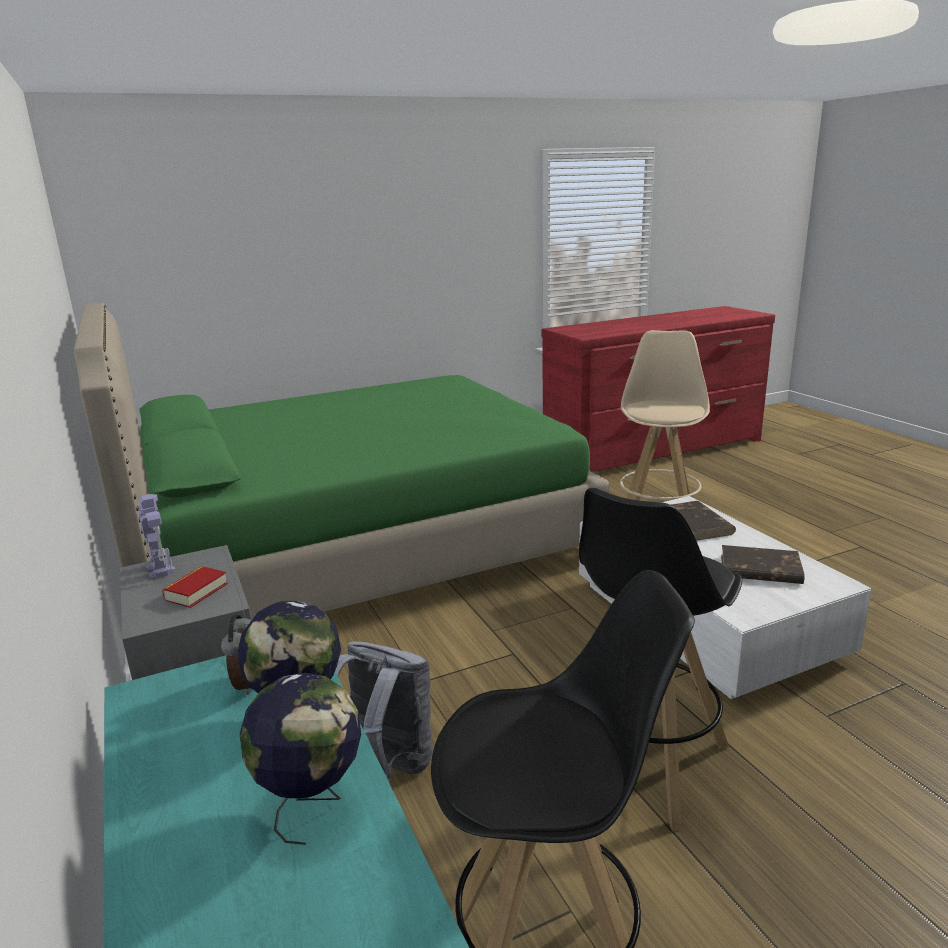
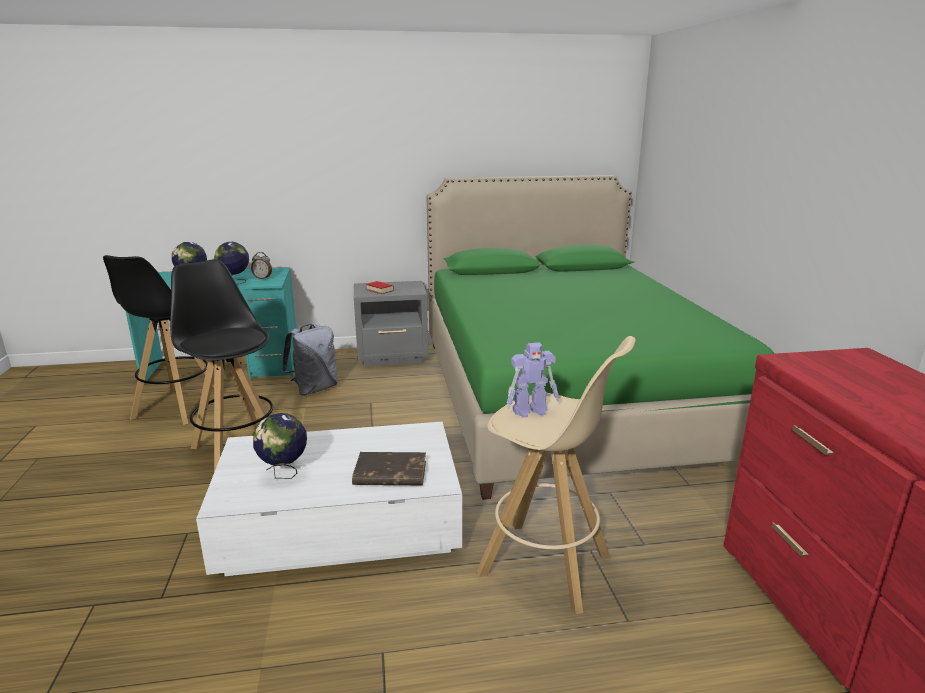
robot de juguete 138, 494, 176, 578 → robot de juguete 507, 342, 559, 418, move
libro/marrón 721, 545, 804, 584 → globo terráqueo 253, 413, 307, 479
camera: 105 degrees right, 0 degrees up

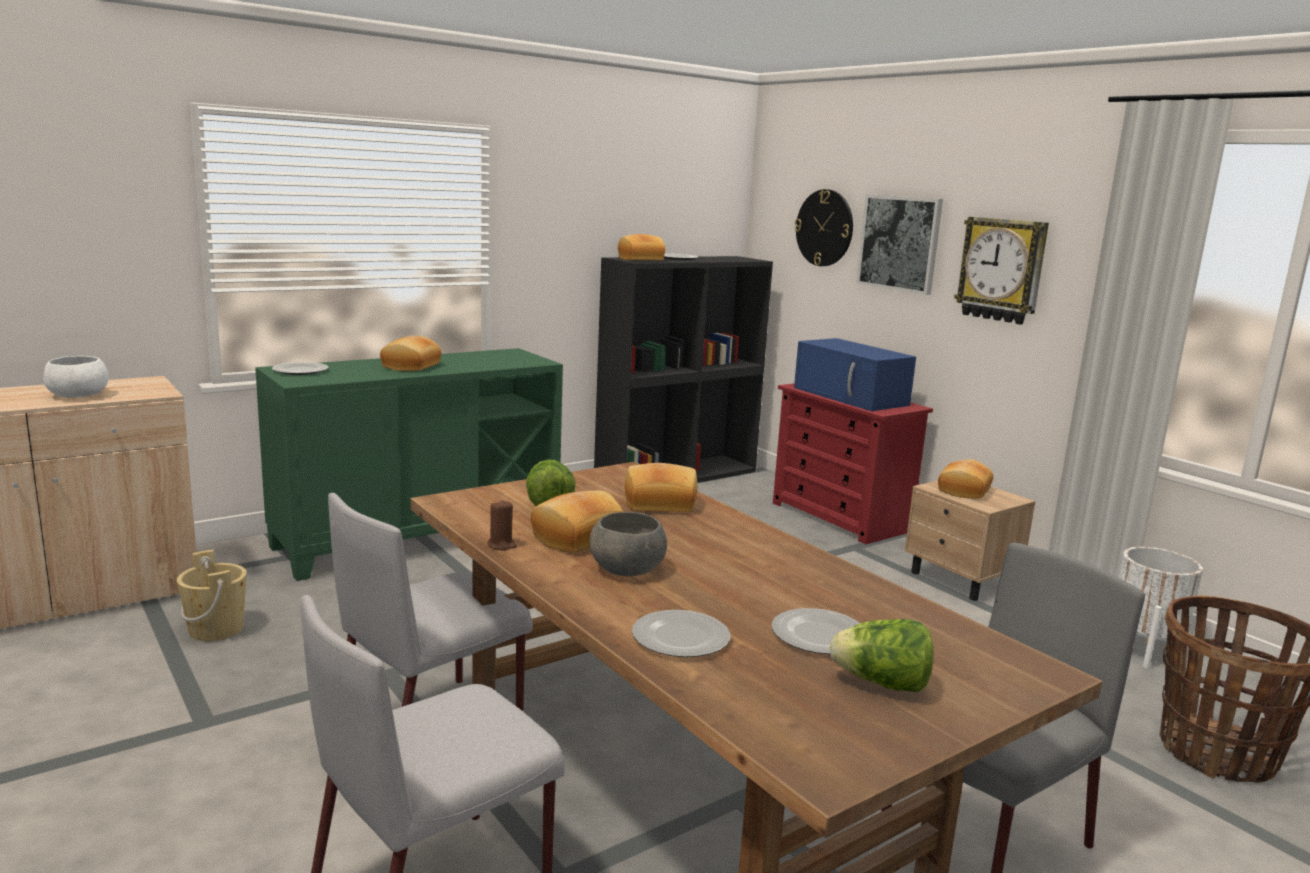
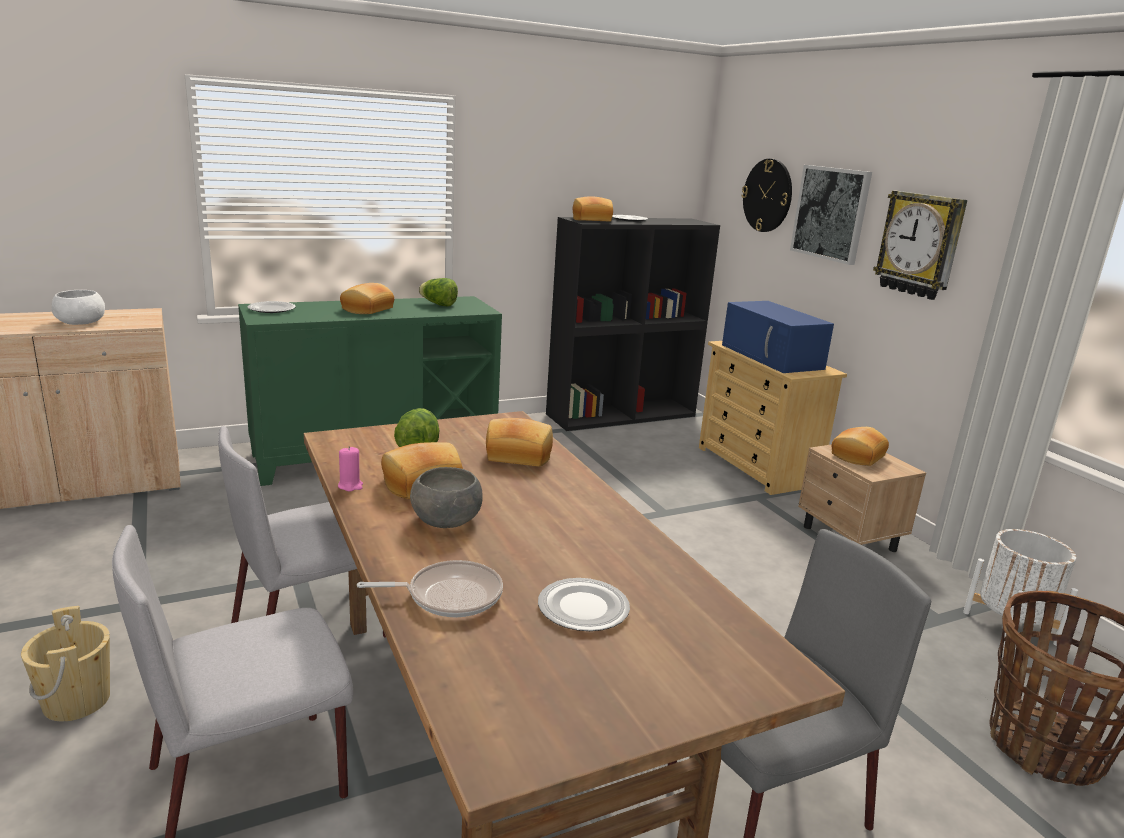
cubo/beis 177, 550, 247, 641 → cubo/beis 21, 606, 110, 721, move
lechuga 830, 619, 934, 692 → lechuga 419, 278, 458, 306, move
plato 632, 610, 730, 657 → sartén 357, 560, 503, 617
vela/marrón 488, 500, 517, 551 → vela/rosa 338, 446, 363, 492
cómoda/rojo 773, 383, 933, 544 → cómoda/beis 699, 341, 847, 495
camera: 10 degrees right, 5 degrees up

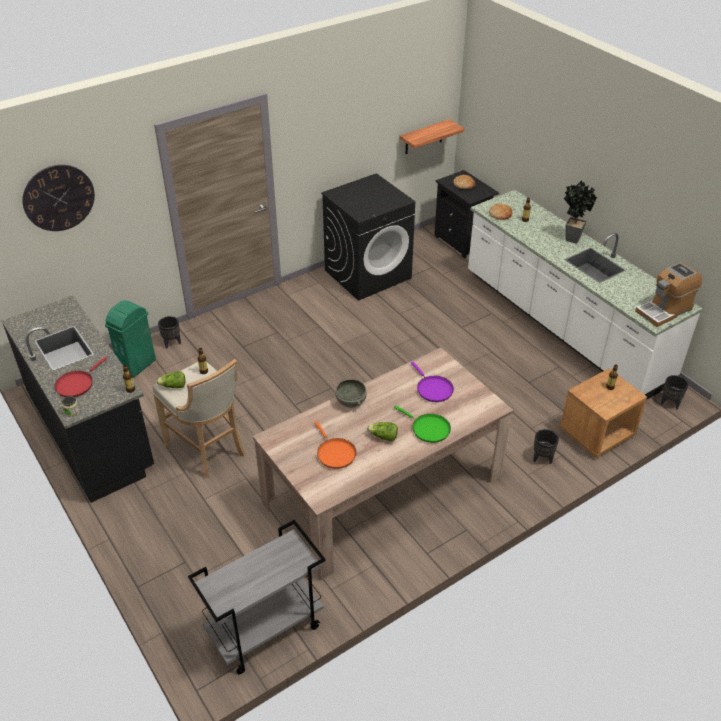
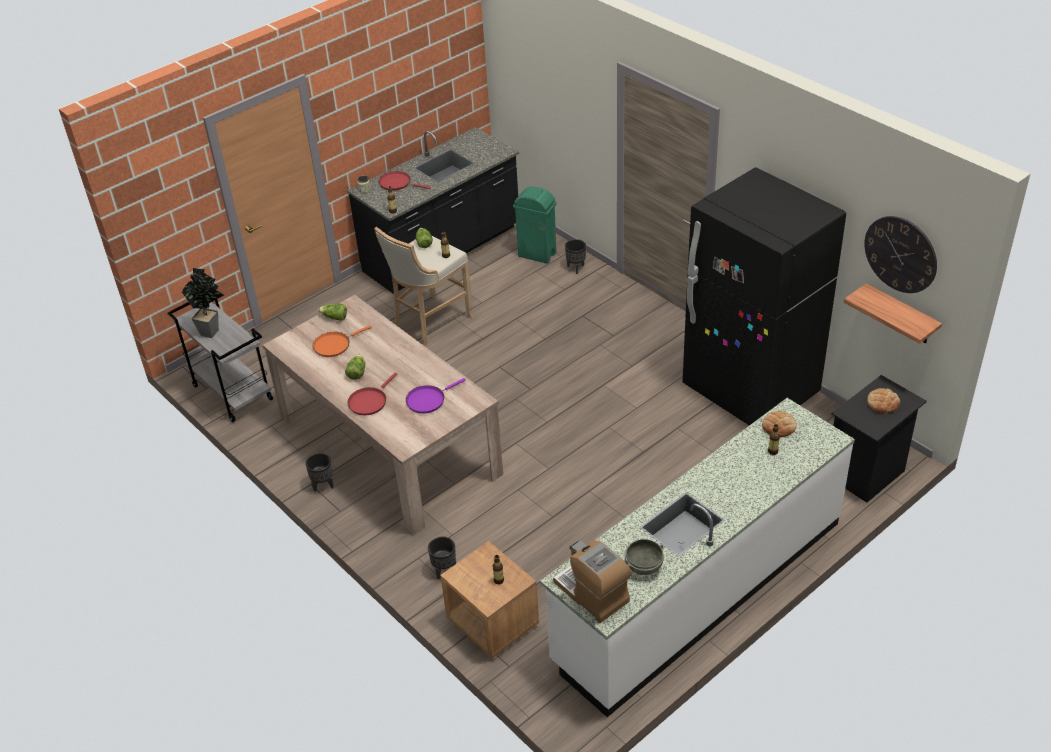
- → lechuga 318, 303, 347, 321
reloj de pared 23, 165, 95, 231 → reloj de pared 864, 216, 937, 293, move
cuenco/gris 335, 379, 367, 408 → cuenco/gris 625, 539, 664, 575, move
planta en maceta 564, 180, 597, 244 → planta en maceta 182, 268, 224, 338, move
maceta/negro 661, 375, 688, 409 → maceta/negro 305, 453, 334, 491, move
lavadora/negro 321, 173, 415, 301 → nevera/negro 682, 167, 846, 425
sartén/verde 394, 405, 451, 443 → sartén/rojo 347, 373, 398, 415
camera: 85 degrees right, 0 degrees up

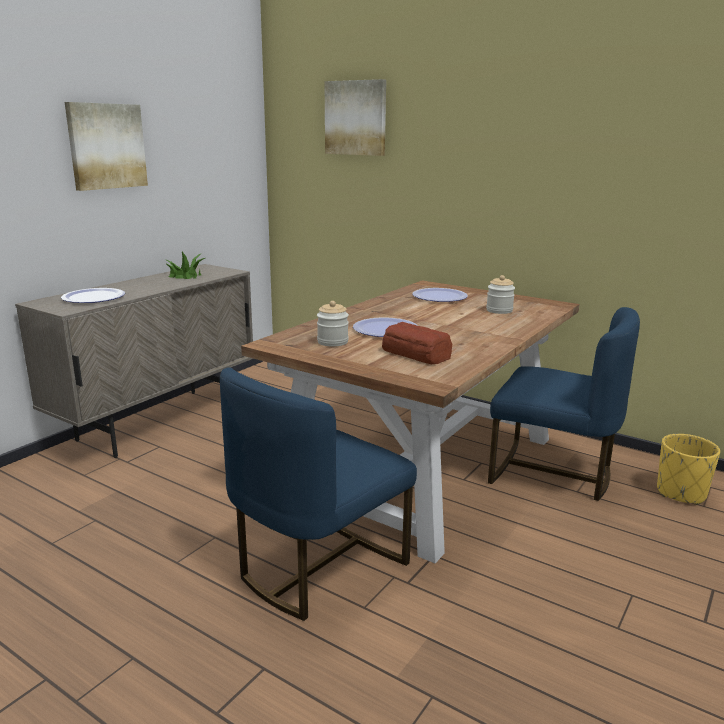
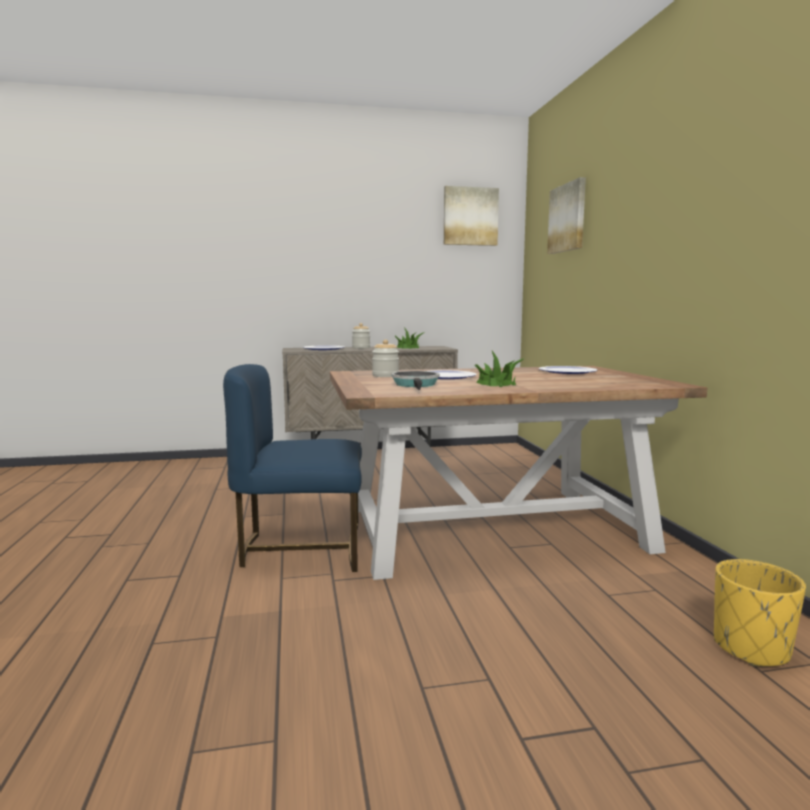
silla/azul 488, 307, 640, 501 → -
- → planta en maceta 475, 351, 525, 387
cuadro 65, 102, 148, 191 → cuadro 444, 186, 499, 246, move
tarro 486, 275, 515, 314 → tarro 352, 323, 370, 349, move
pan 382, 322, 452, 364 → sartén 392, 371, 439, 390
camera: 45 degrees right, 10 degrees down

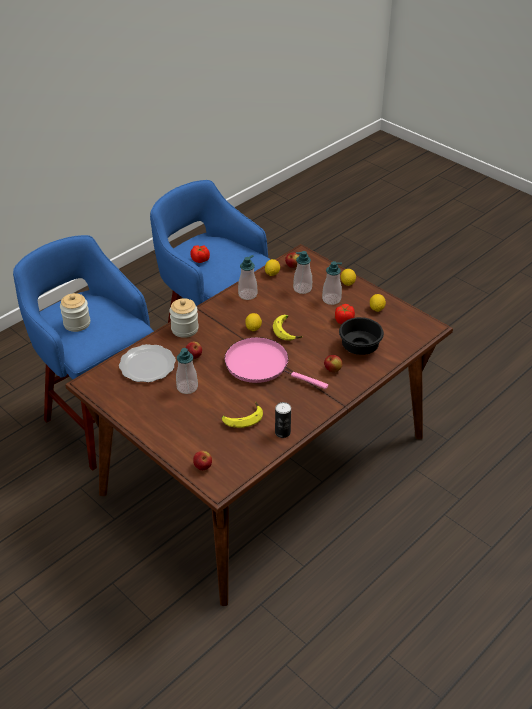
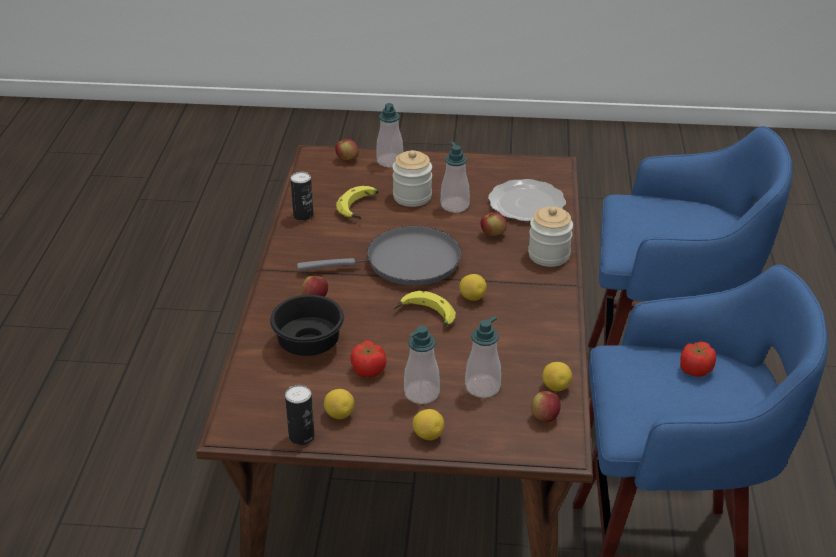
- → lata 285, 385, 315, 445
tarro 60, 293, 90, 332 → tarro 393, 150, 432, 207, move
dispensador de jabón 238, 255, 257, 300 → dispensador de jabón 376, 103, 403, 168, move
sartén/rosa 224, 337, 328, 389 → sartén/gris 297, 226, 461, 285
camera: 140 degrees right, 5 degrees down

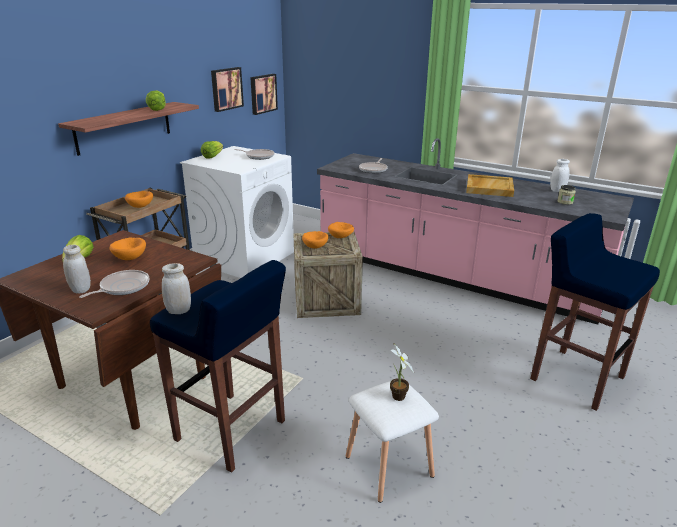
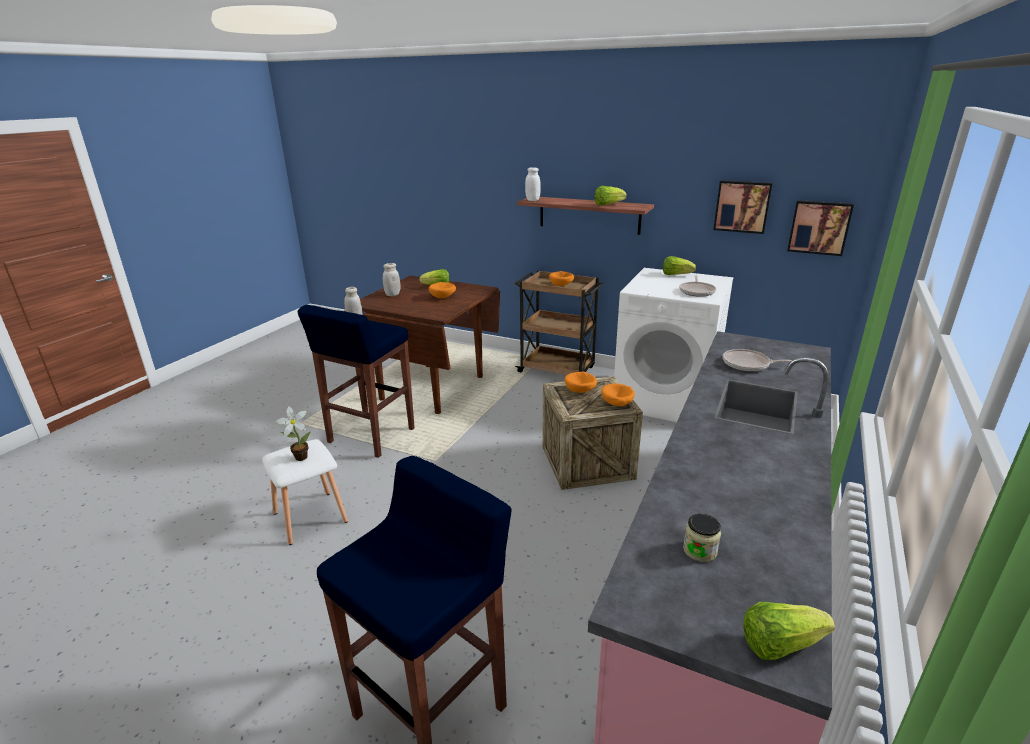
sartén 79, 270, 149, 298 → -
bandeja/beis 466, 174, 514, 197 → -
- → lechuga 743, 602, 835, 660
tarro/blanco 550, 159, 570, 192 → tarro/blanco 525, 167, 541, 201, move
camera: 85 degrees right, 0 degrees up

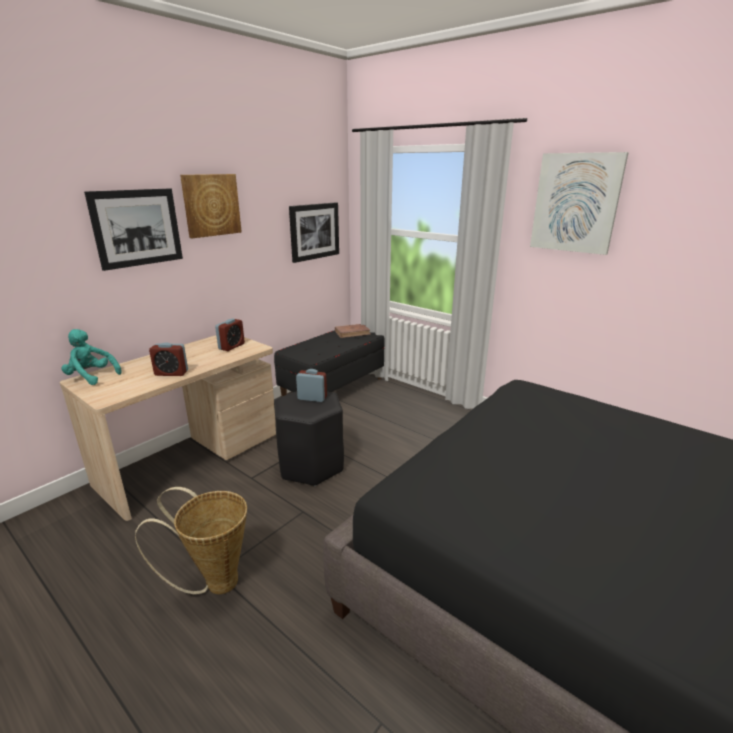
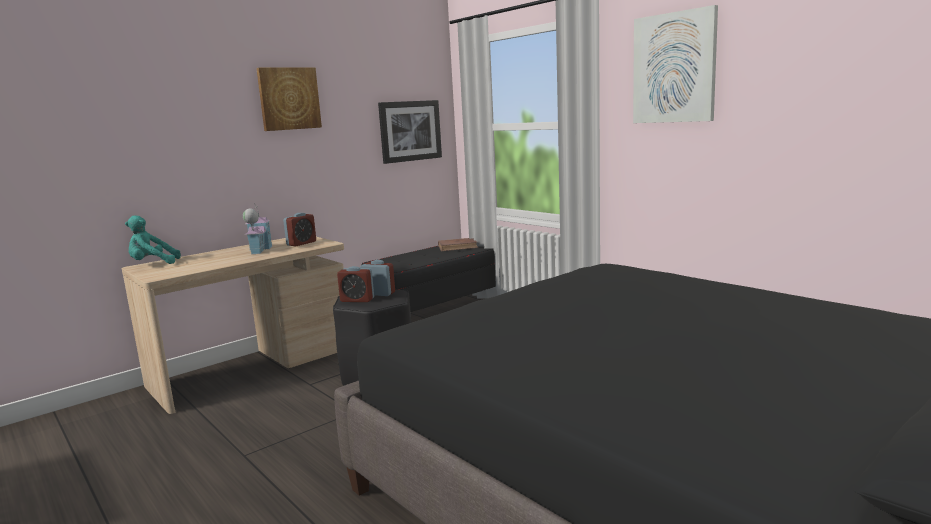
cuadro 84, 188, 183, 271 → -
cesta 135, 487, 247, 594 → -
- → casita 243, 203, 272, 254
despertador 149, 342, 188, 376 → despertador 337, 266, 374, 302, move
peluche/turquesa 61, 329, 122, 385 → peluche/turquesa 125, 215, 181, 264, 45 degrees counterclockwise
camera: 10 degrees right, 10 degrees down

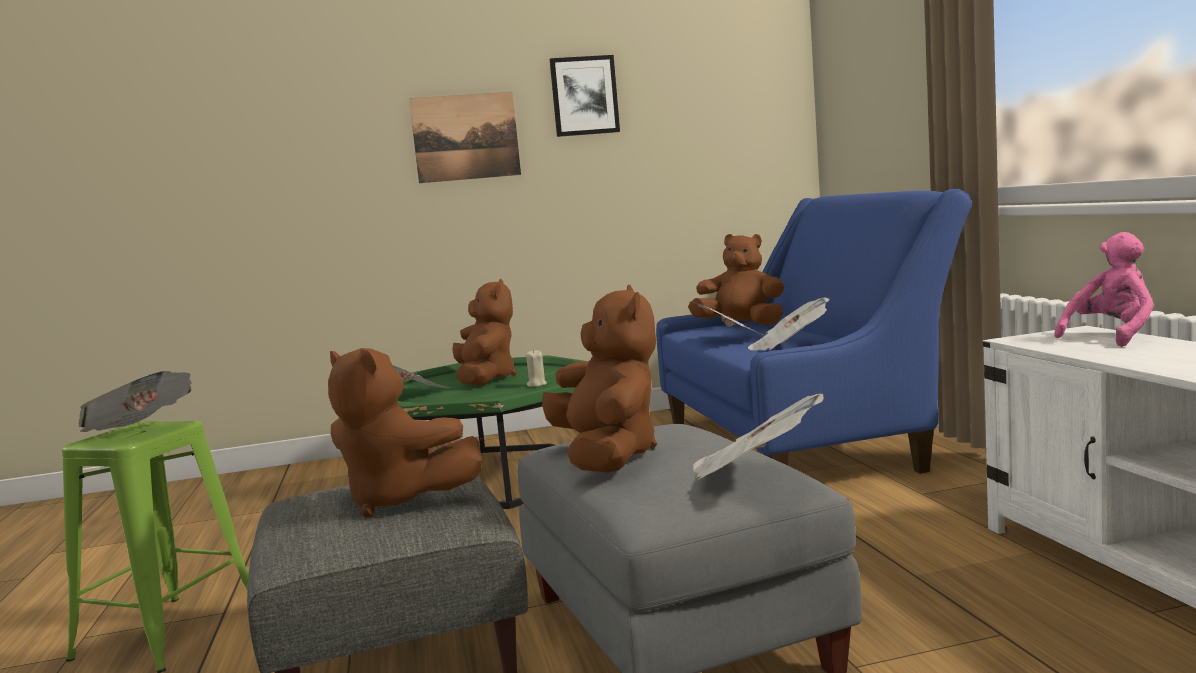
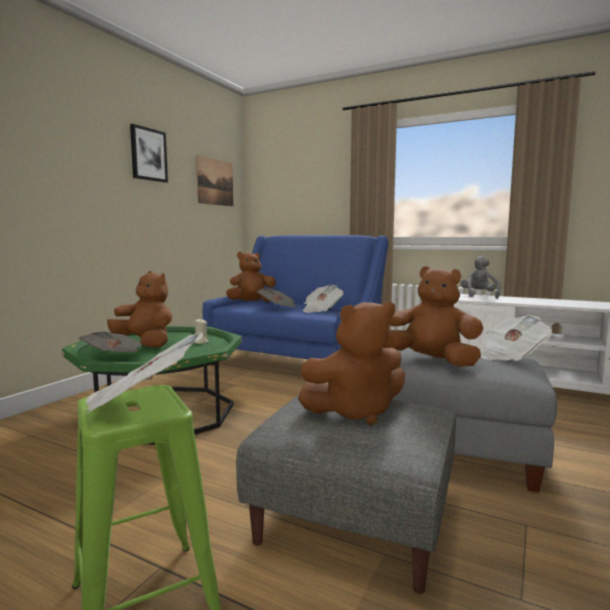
cuadro 409, 92, 521, 183 → cuadro 196, 155, 233, 207, move
peluche/rosa 1054, 232, 1154, 347 → peluche/gris 461, 256, 501, 299
camera: 50 degrees left, 0 degrees up

